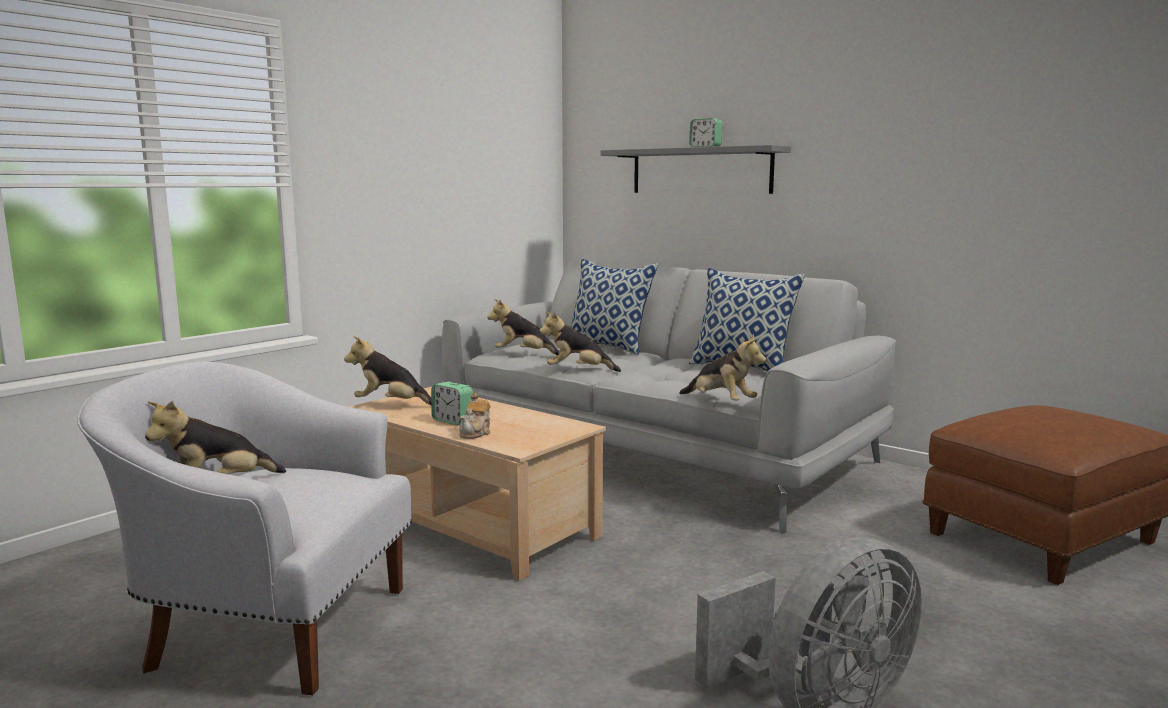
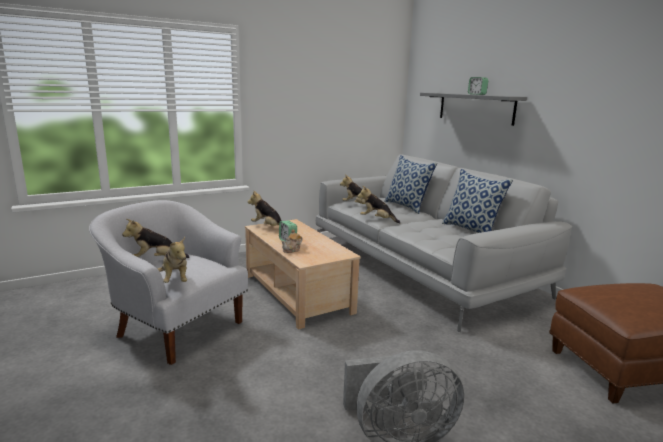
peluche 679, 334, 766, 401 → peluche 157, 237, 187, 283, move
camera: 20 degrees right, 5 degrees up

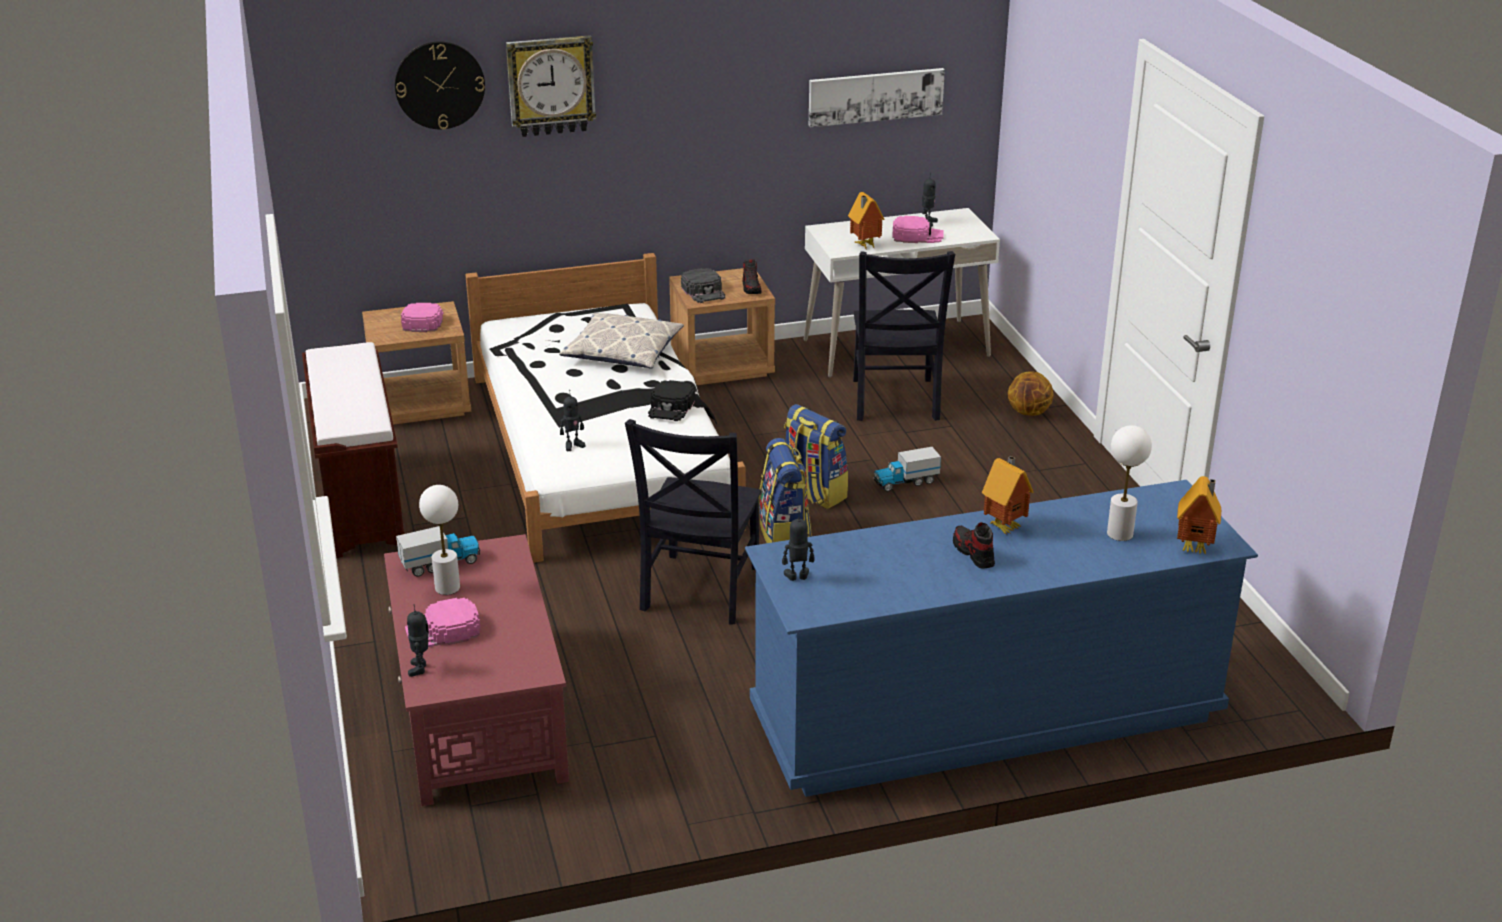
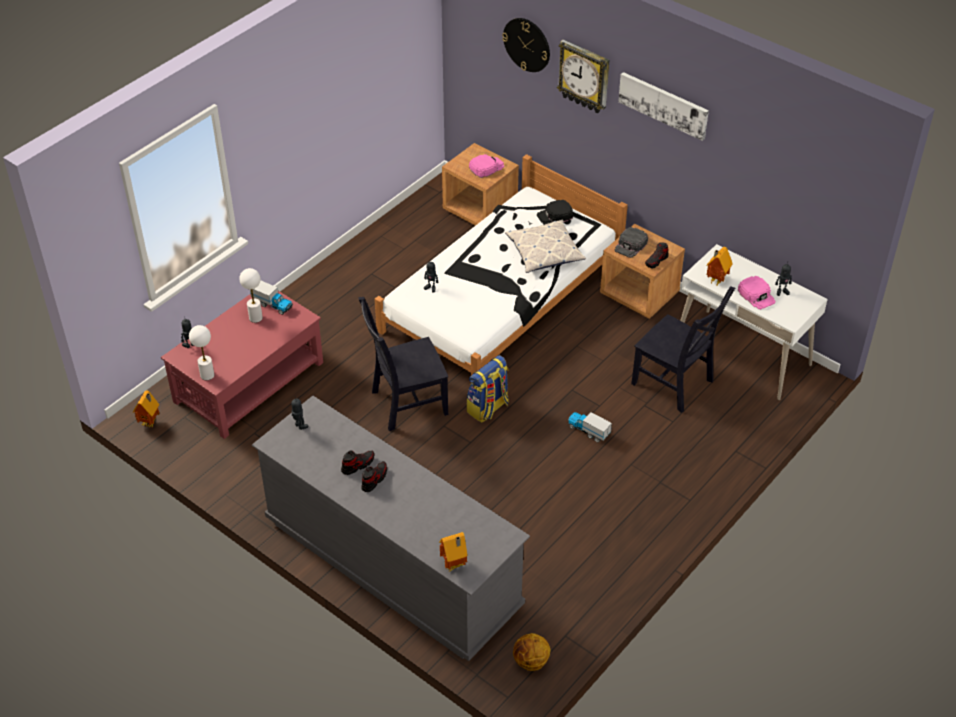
banco/marrón 302, 342, 405, 558 → -
gorra/rosa 405, 598, 481, 647 → -
mochila 784, 404, 848, 509 → -
- → zapato 341, 450, 375, 475
gorra/negro 648, 380, 695, 421 → gorra/negro 537, 200, 573, 225, move
cuadro 809, 68, 945, 127 → cuadro 618, 72, 709, 141, move
casita 982, 456, 1033, 534 → casita 133, 390, 160, 427, move
balón de baloncesto 1008, 371, 1054, 416 → balón de baloncesto 513, 633, 551, 671, move
lámpara de mesa/blanco 1107, 425, 1152, 541 → lámpara de mesa/blanco 189, 325, 214, 380, move
cómoda/azul 745, 480, 1258, 797 → cómoda/gris 252, 396, 530, 661
silla/negro 853, 251, 955, 421 → silla/negro 631, 286, 735, 413, 105 degrees counterclockwise
camera: 55 degrees right, 15 degrees up

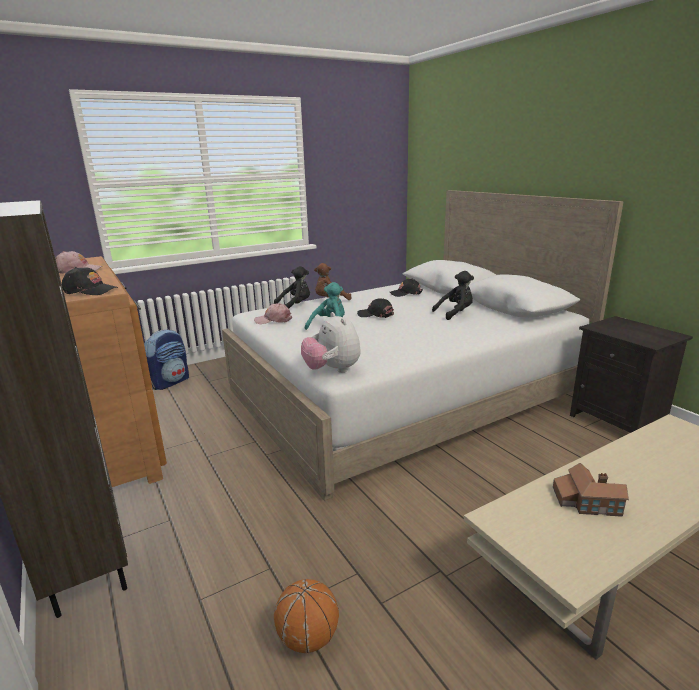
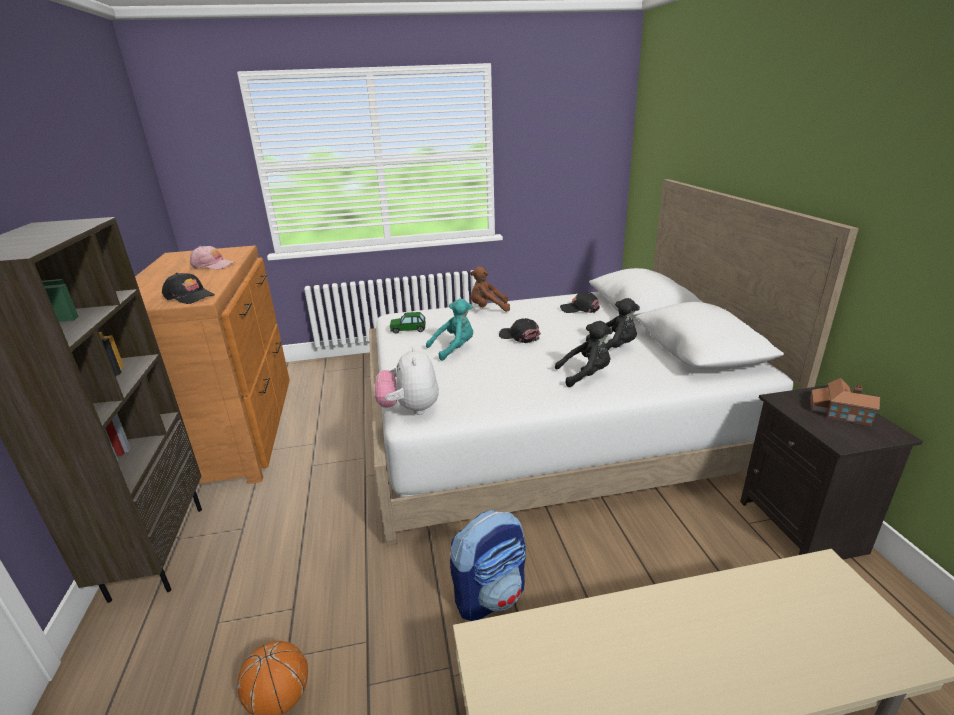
mochila 144, 329, 189, 390 → mochila 450, 510, 526, 621, move
peluche/negro 274, 266, 310, 308 → peluche/negro 555, 321, 613, 387, move
casita 553, 463, 629, 517 → casita 810, 378, 880, 426, move
gorra/rosa 254, 303, 292, 324 → coche de juguete 390, 312, 426, 334
camera: 20 degrees right, 5 degrees up

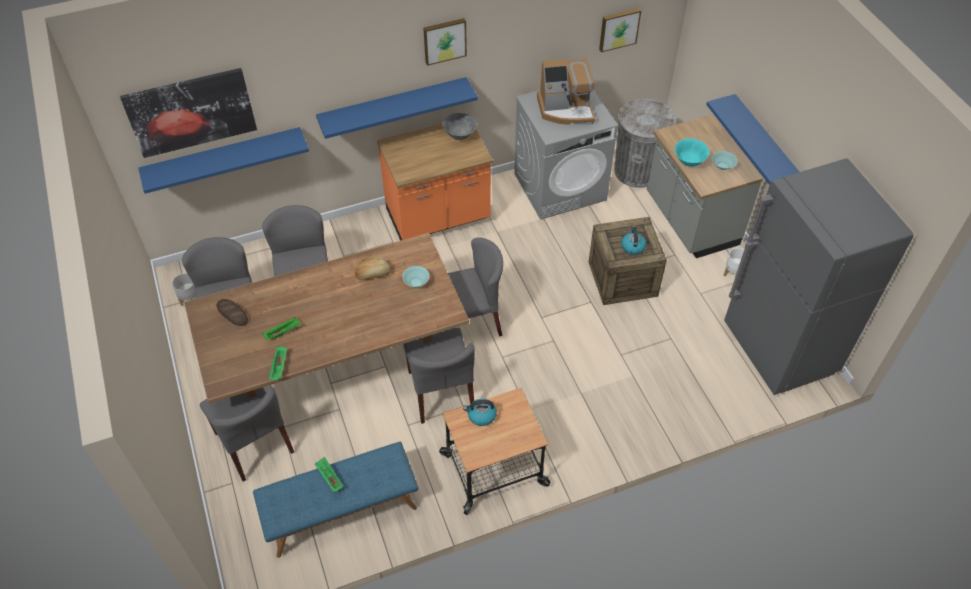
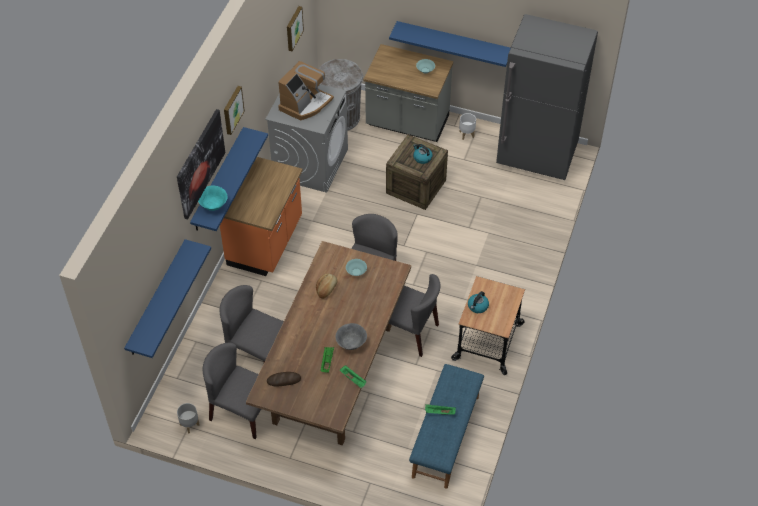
silla/gris 200, 387, 294, 482 → -
cuadro 120, 68, 257, 158 → cuadro 177, 109, 226, 219, move
cuenco/gris 442, 113, 477, 140 → cuenco/gris 335, 323, 367, 350, move
cuenco/turquesa 675, 138, 709, 167 → cuenco/turquesa 198, 186, 228, 211, move
camera: 50 degrees left, 0 degrees up

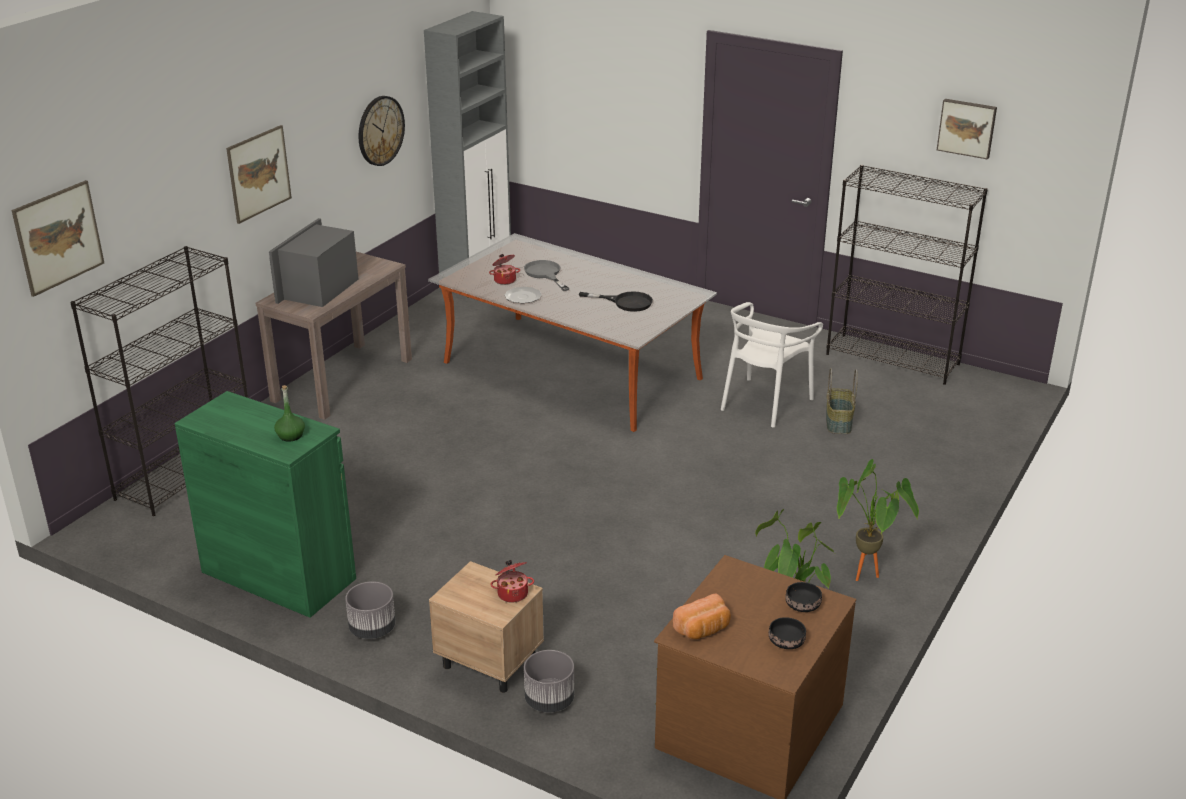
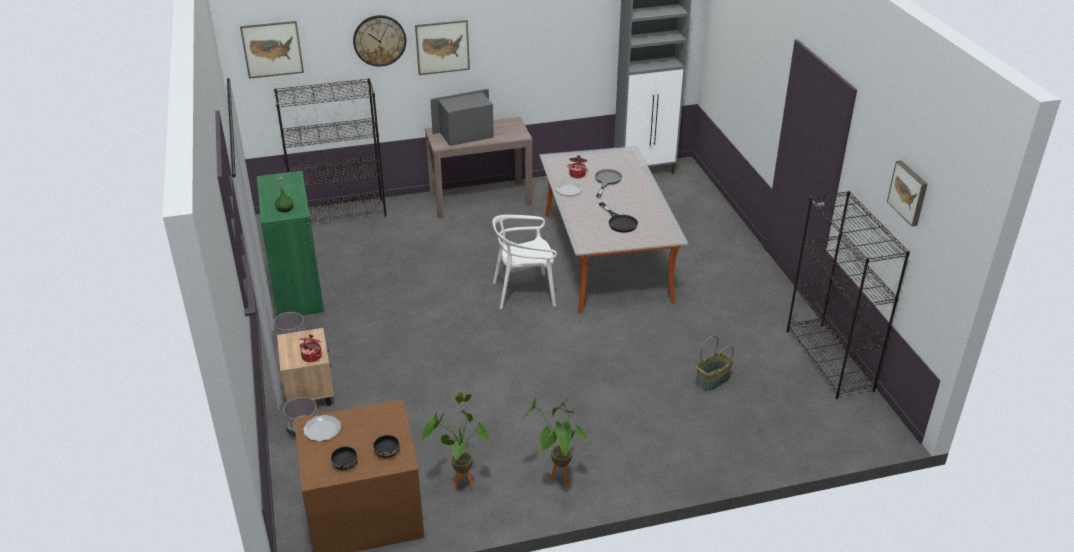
reloj de pared 359, 96, 405, 166 → reloj de pared 353, 15, 406, 67, move
silla/blanco 721, 302, 823, 428 → silla/blanco 492, 215, 557, 309, move
pan 673, 594, 731, 639 → plato 303, 415, 341, 441
camera: 45 degrees right, 5 degrees up

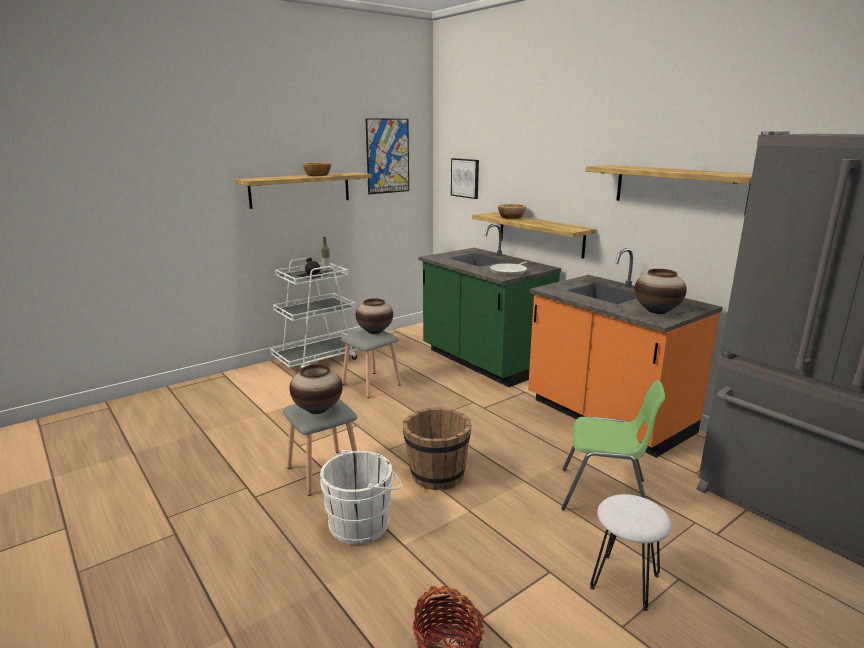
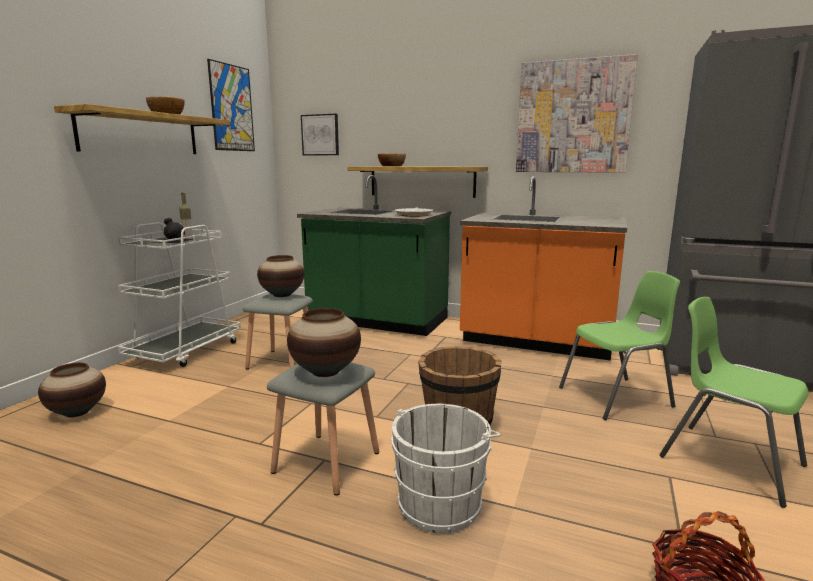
florero 635, 269, 687, 314 → florero 38, 363, 106, 417, move
estante 586, 165, 752, 215 → cuadro 516, 54, 638, 173
taburete/blanco 590, 494, 672, 611 → silla/verde 659, 297, 809, 508
camera: 30 degrees left, 5 degrees down

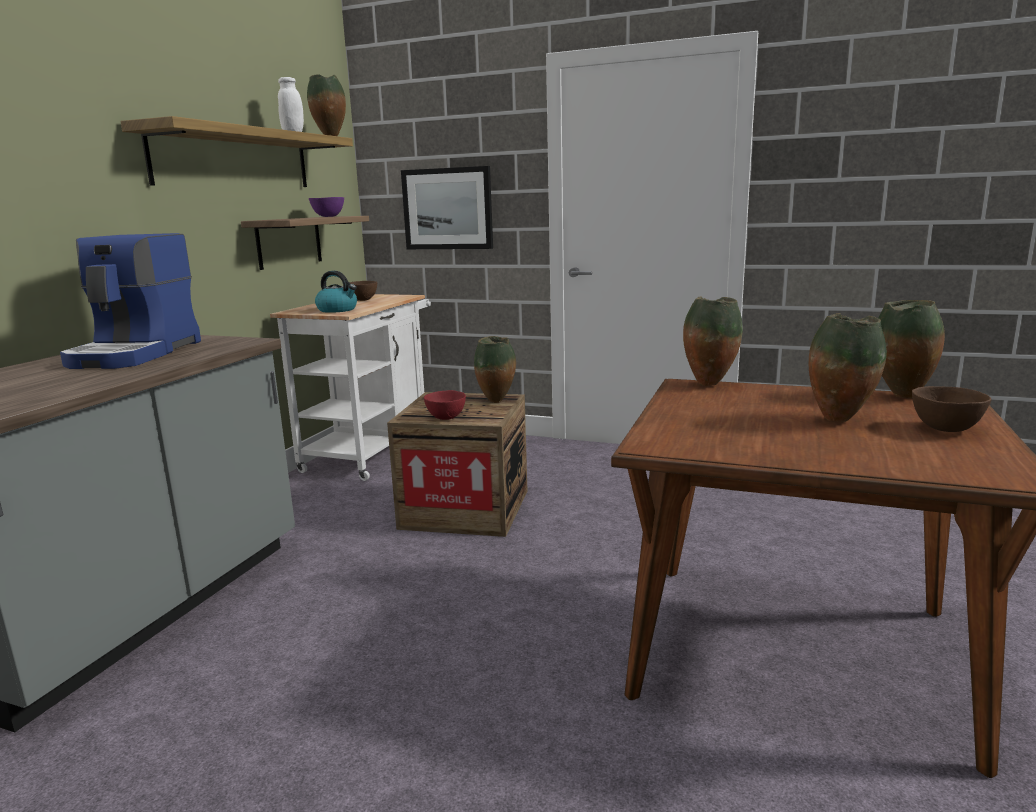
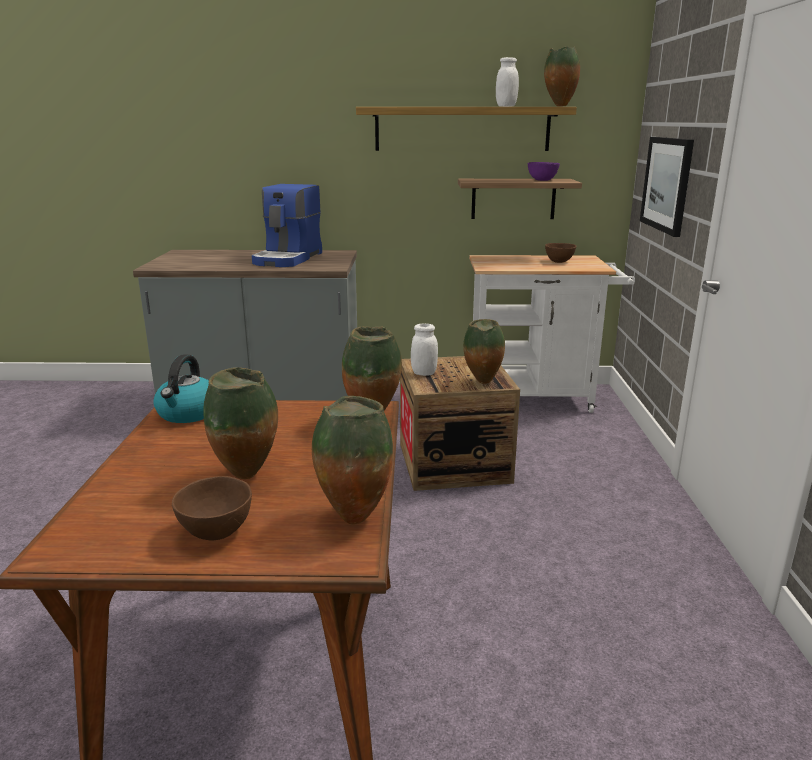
hervidor 315, 271, 357, 313 → hervidor 153, 354, 209, 423, move
cuenco/rojo 424, 390, 466, 420 → tarro/blanco 411, 324, 438, 376
cafetera 60, 233, 201, 369 → cafetera 252, 184, 322, 267, 60 degrees counterclockwise
camera: 70 degrees right, 5 degrees up

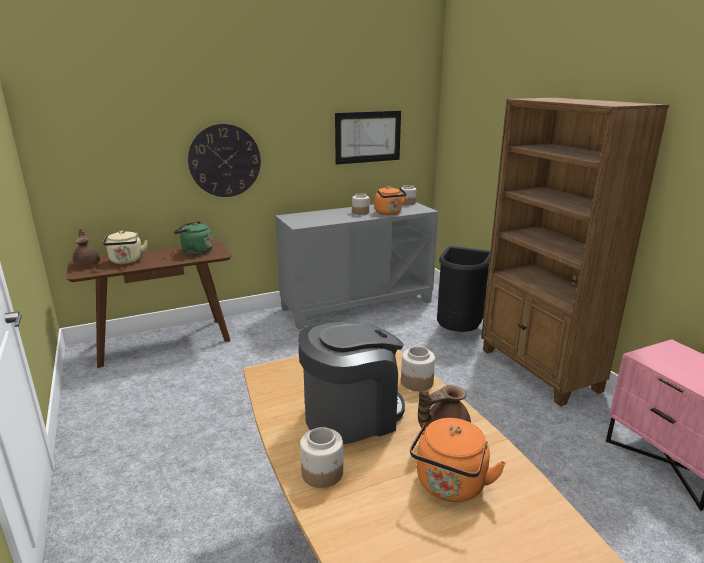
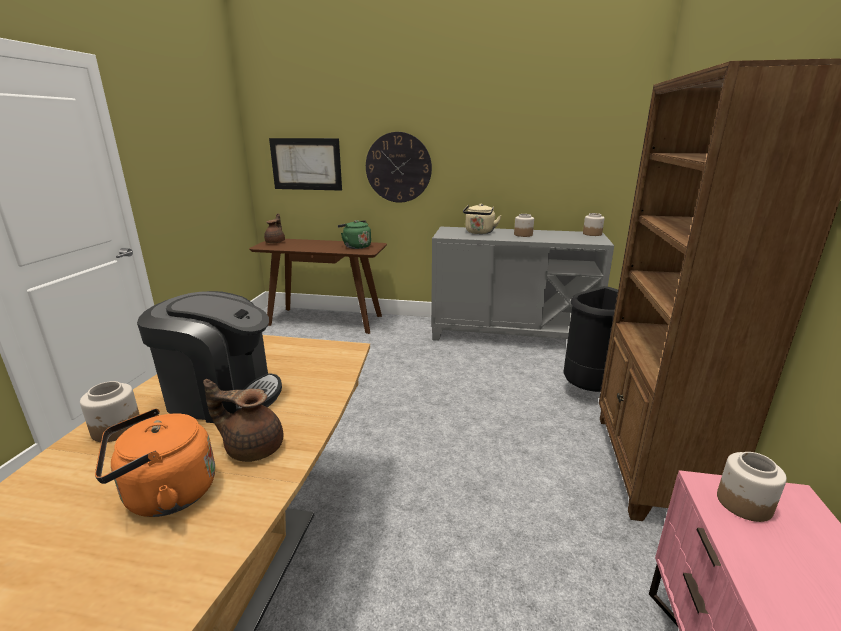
hervidor/naranja 375, 186, 407, 215 → -
hervidor/beis 103, 231, 148, 264 → hervidor/beis 463, 204, 502, 234, move
cuadro 335, 111, 401, 165 → cuadro 269, 138, 342, 191, move
tarro 401, 346, 435, 391 → tarro 717, 452, 787, 522, move
camera: 35 degrees right, 0 degrees up

